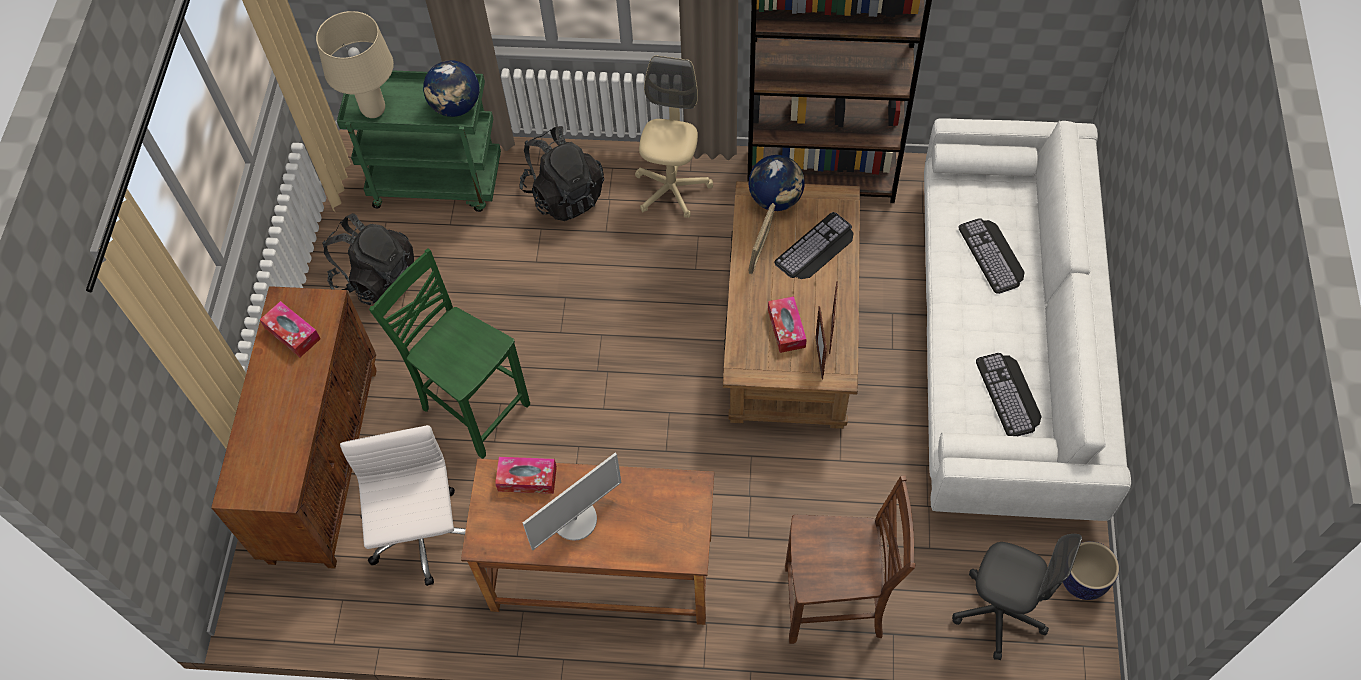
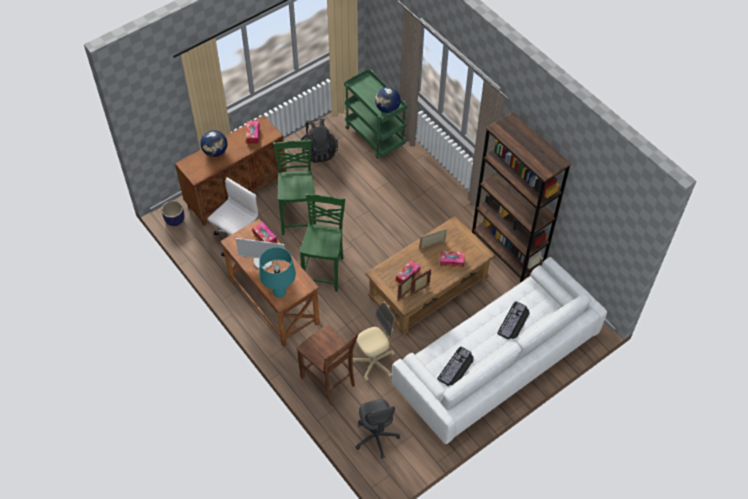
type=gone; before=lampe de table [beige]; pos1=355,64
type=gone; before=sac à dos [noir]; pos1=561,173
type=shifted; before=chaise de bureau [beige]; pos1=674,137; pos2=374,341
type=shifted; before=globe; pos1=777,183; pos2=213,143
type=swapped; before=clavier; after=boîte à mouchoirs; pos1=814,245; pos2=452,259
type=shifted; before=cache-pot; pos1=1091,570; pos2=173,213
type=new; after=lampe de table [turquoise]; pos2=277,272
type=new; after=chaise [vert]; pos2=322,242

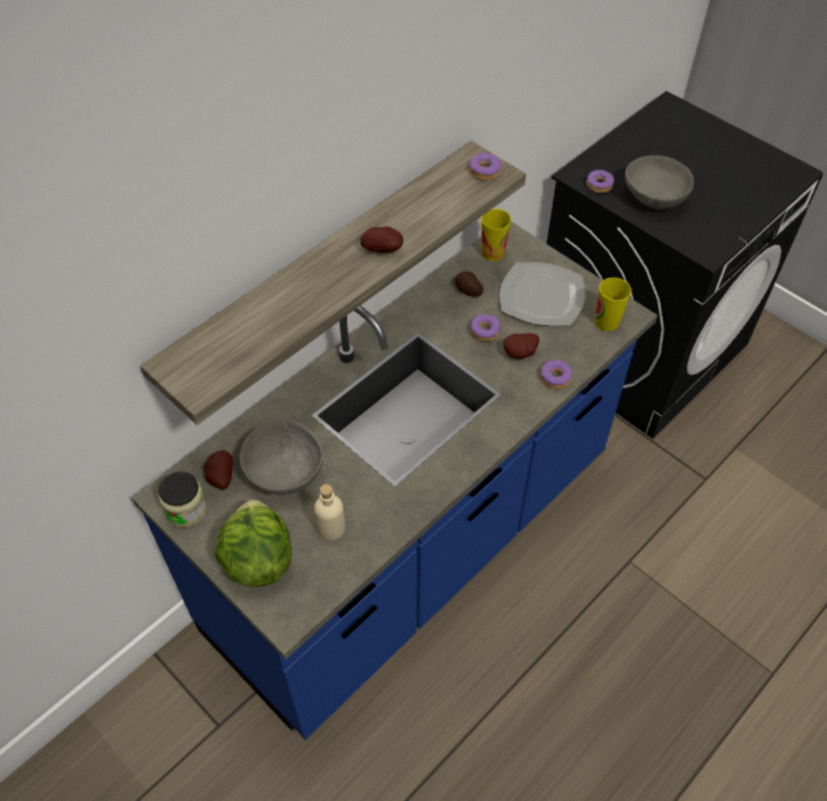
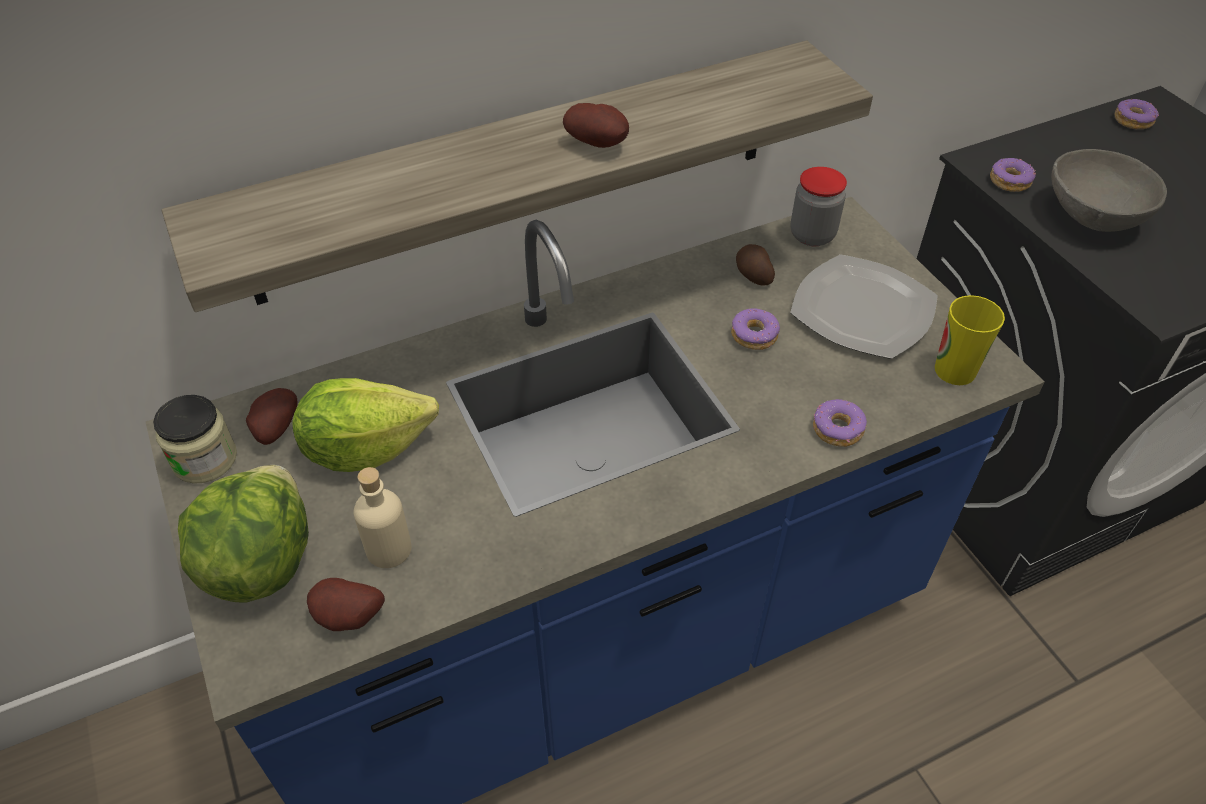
type=swapped; before=bol [gris]; after=laitue; pos1=282,457; pos2=366,425
type=shifted; before=beignet; pos1=485,166; pos2=1137,114
type=swapped; before=tasse; after=bocal; pos1=496,235; pos2=818,206
type=shifted; before=pomme de terre; pos1=521,346; pos2=346,604

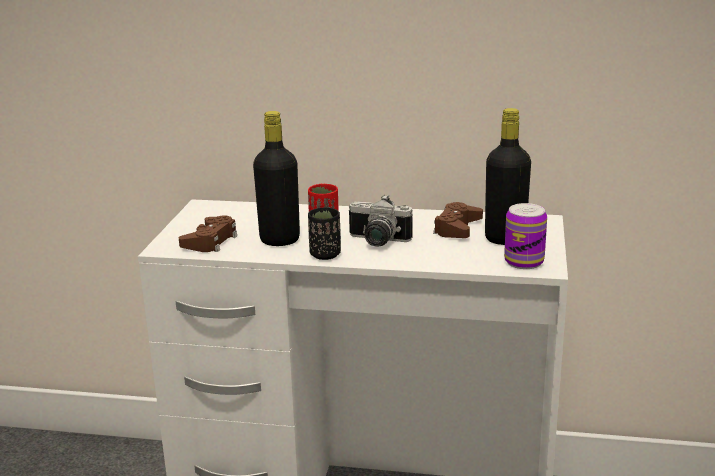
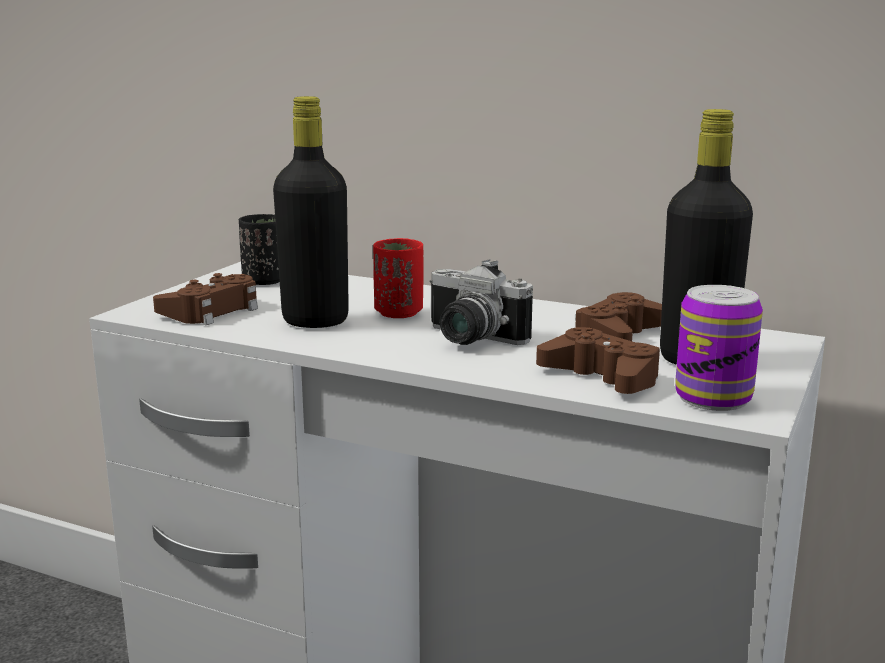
type=shifted; before=tasse [noir]; pos1=324,233; pos2=259,249
type=new; after=manette [marron]; pos2=598,360

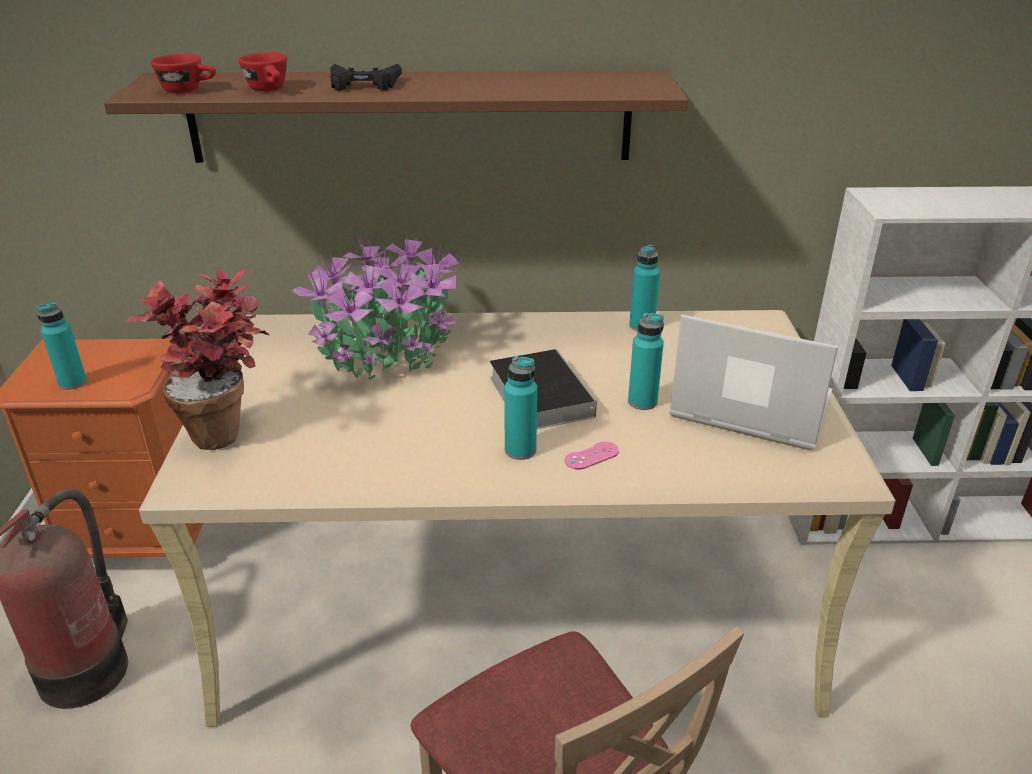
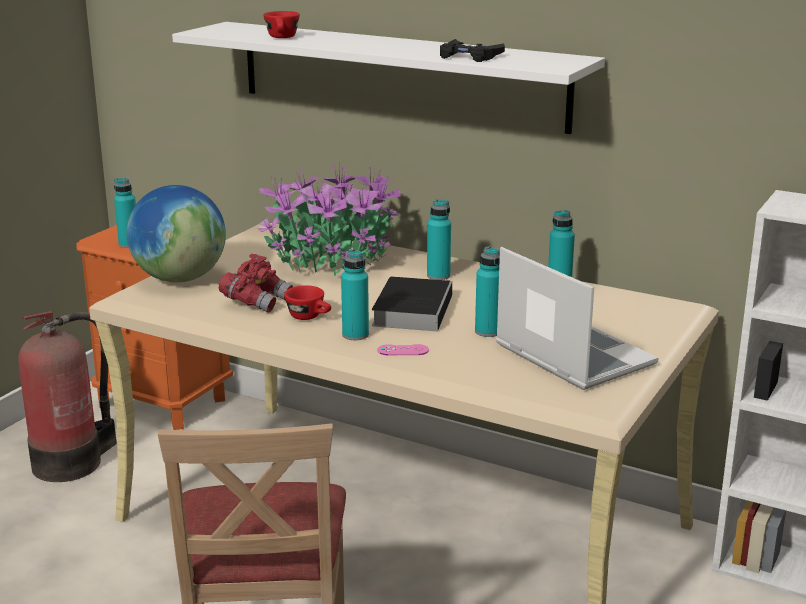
type=repainted; before=étagère [marron]; after=étagère [blanc]; pos1=396,116; pos2=388,78
type=swapped; before=plante en pot; after=globe; pos1=198,360; pos2=176,234
type=shifted; before=tasse [rouge]; pos1=183,73; pos2=307,302
type=shifted; before=manette [noir]; pos1=366,77; pos2=472,50
type=new; after=jumelles [rouge]; pos2=256,283
type=new; after=bouteille [turquoise]; pos2=439,239

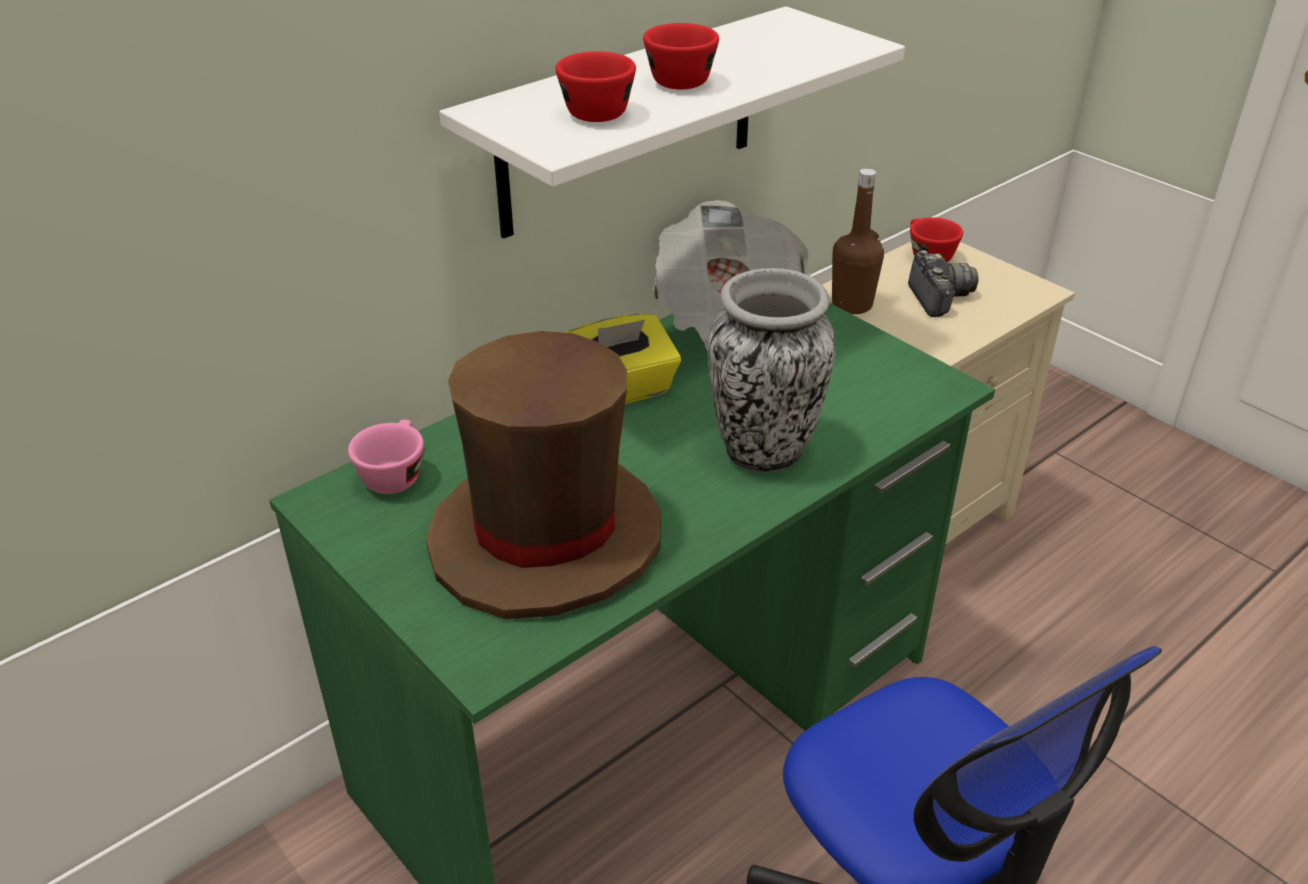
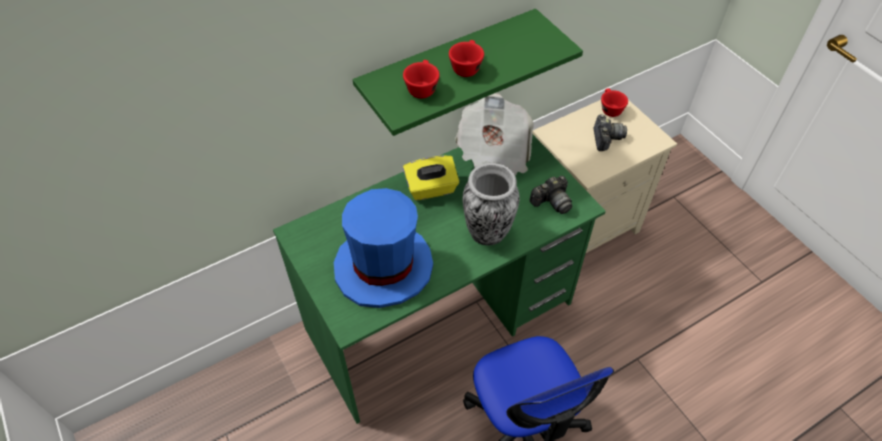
type=gone; before=tasse [rose]; pos1=386,456
type=repainted; before=chapeau [marron]; after=chapeau [bleu]; pos1=543,475; pos2=383,248
type=repainted; before=étagère [blanc]; after=étagère [vert]; pos1=672,122; pos2=468,72
type=gone; before=bouteille [marron]; pos1=858,241
type=new; after=appareil photo; pos2=551,195

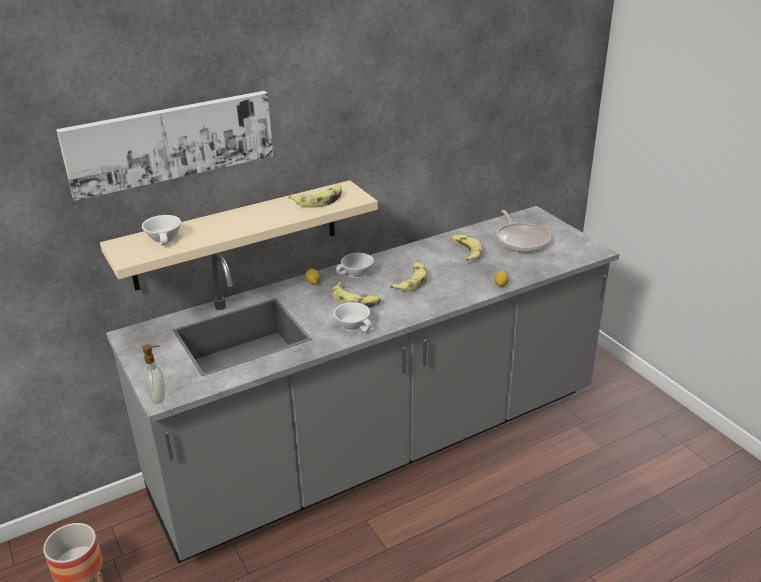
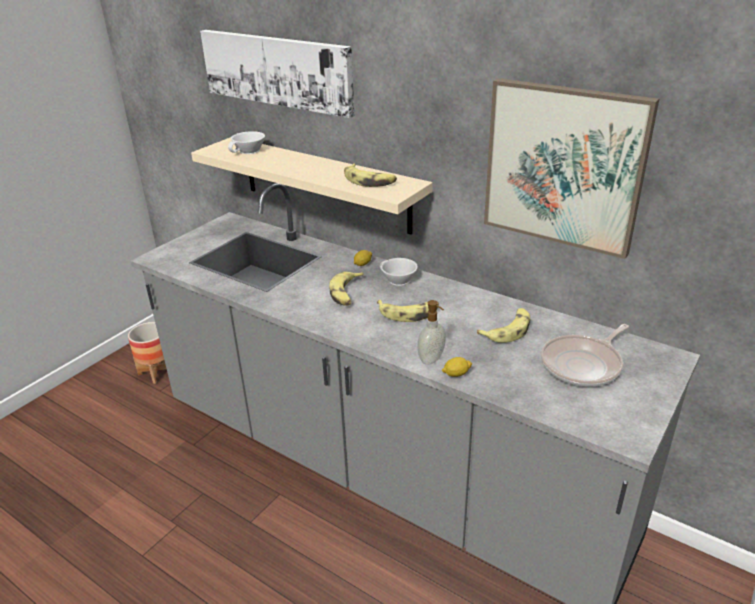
type=shifted; before=distributeur de savon; pos1=154,374; pos2=432,332
type=gone; before=tasse [blanc]; pos1=352,317
type=new; after=tableau; pos2=571,168

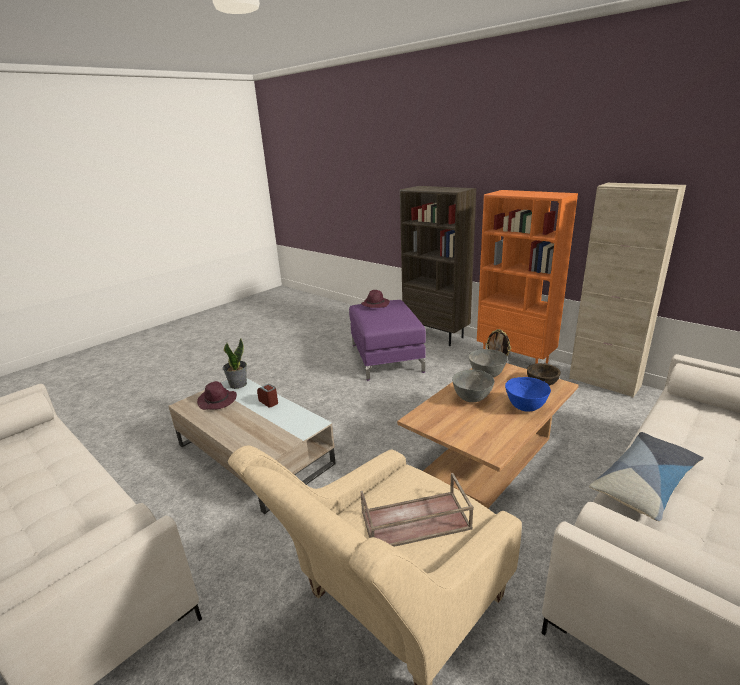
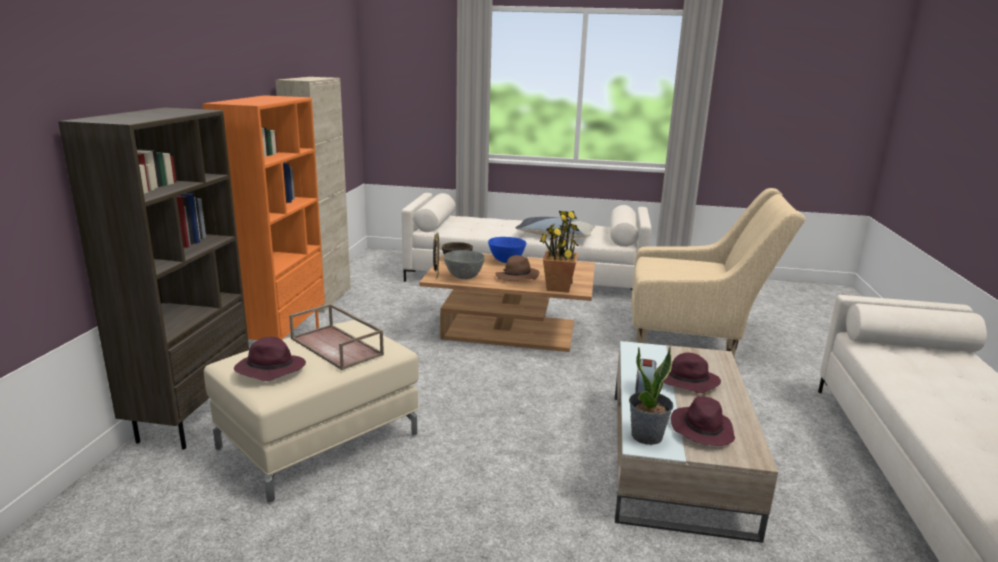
type=repainted; before=pouf [violet]; after=pouf [beige]; pos1=387,340; pos2=311,412
type=shifted; before=plateau [marron]; pos1=417,510; pos2=336,337
type=swapped; before=bol [gris]; after=chapeau [marron]; pos1=473,386; pos2=517,268
type=new; after=plante en pot; pos2=559,252
type=new; after=chapeau [violet]; pos2=692,373

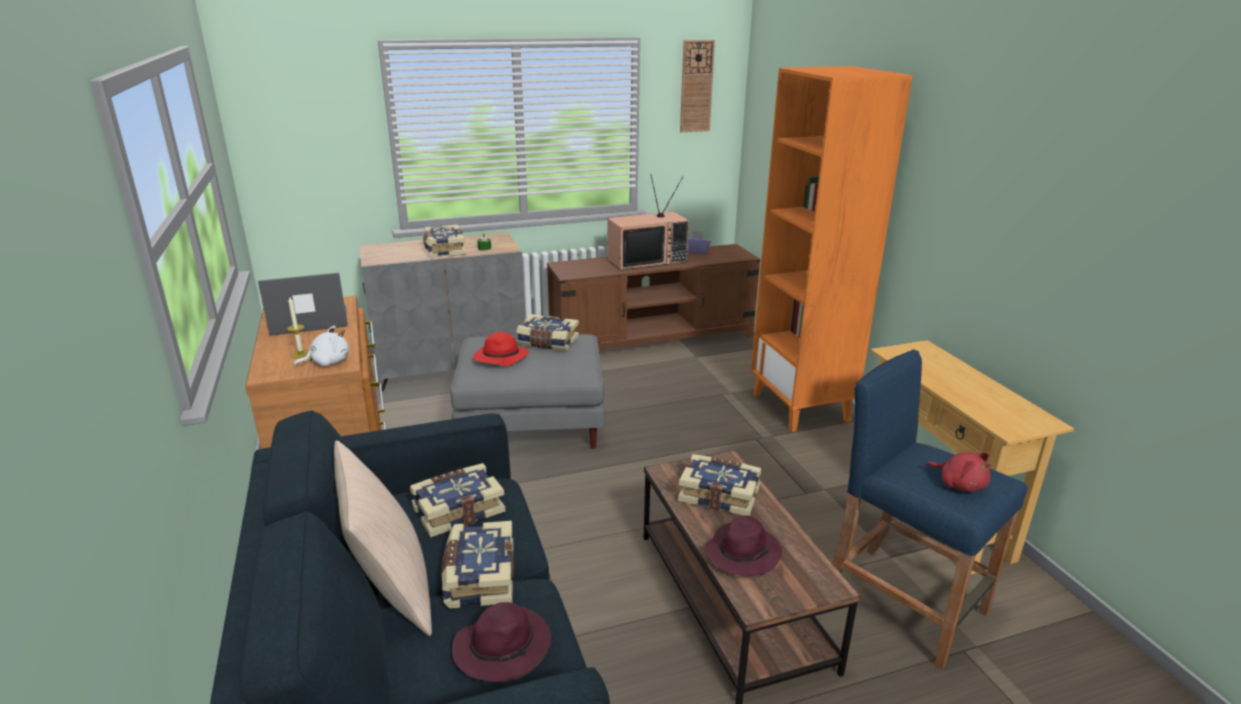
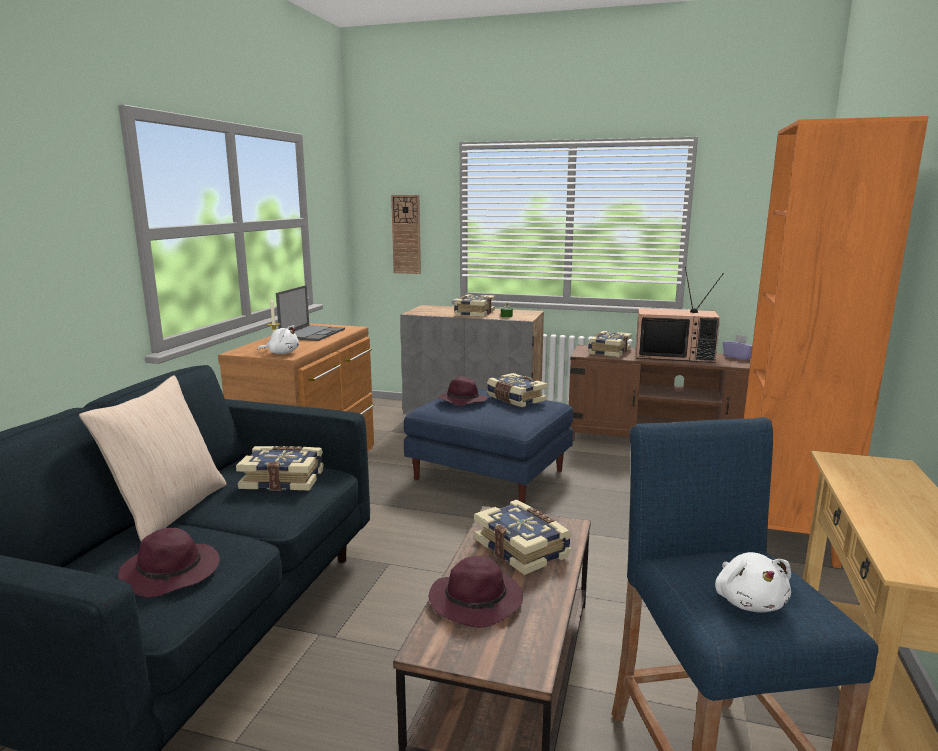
type=rotated; before=ordinateur portable; pos1=303,304; pos2=310,313; turn=90
type=shifted; before=livre; pos1=477,565; pos2=610,344
type=repainted; before=pouf [gris]; after=pouf [bleu]; pos1=527,391; pos2=488,446
type=repainted; before=chapeau [rouge]; after=chapeau [violet]; pos1=501,349; pos2=463,391
type=shifted; before=horloge murale; pos1=697,86; pos2=406,234
type=repainted; before=peluche [rouge]; after=peluche [blanc]; pos1=958,472; pos2=753,582

